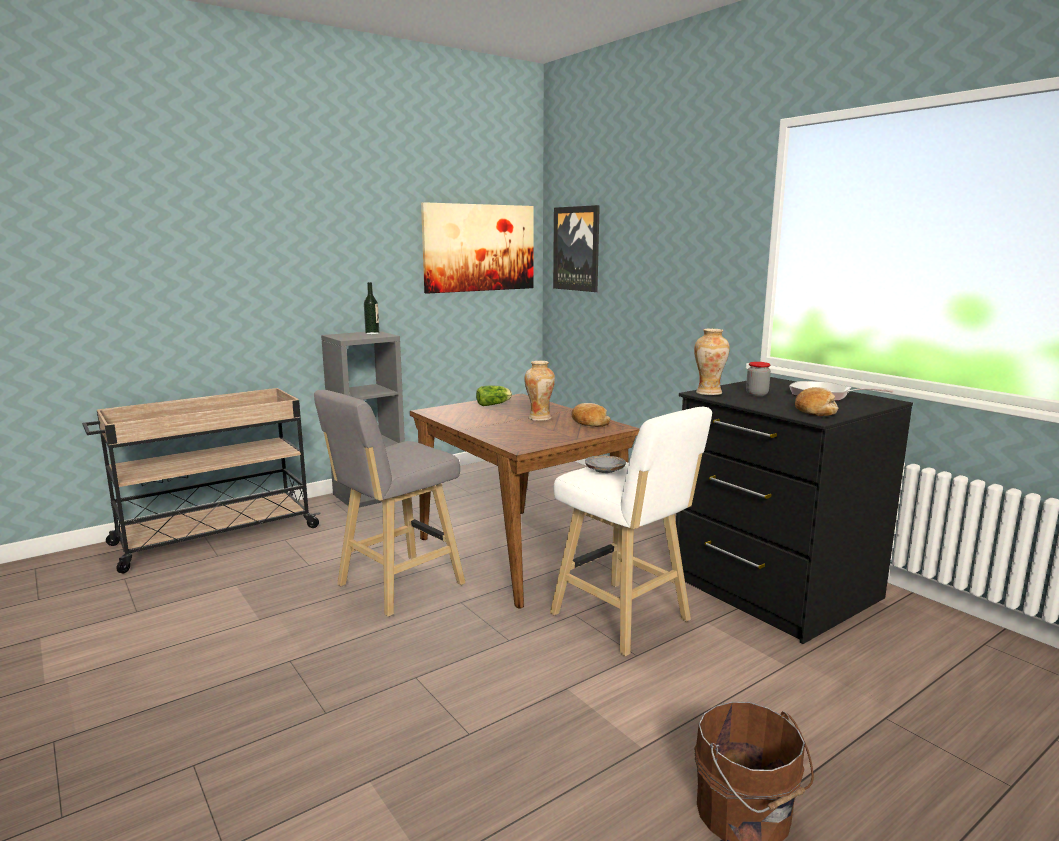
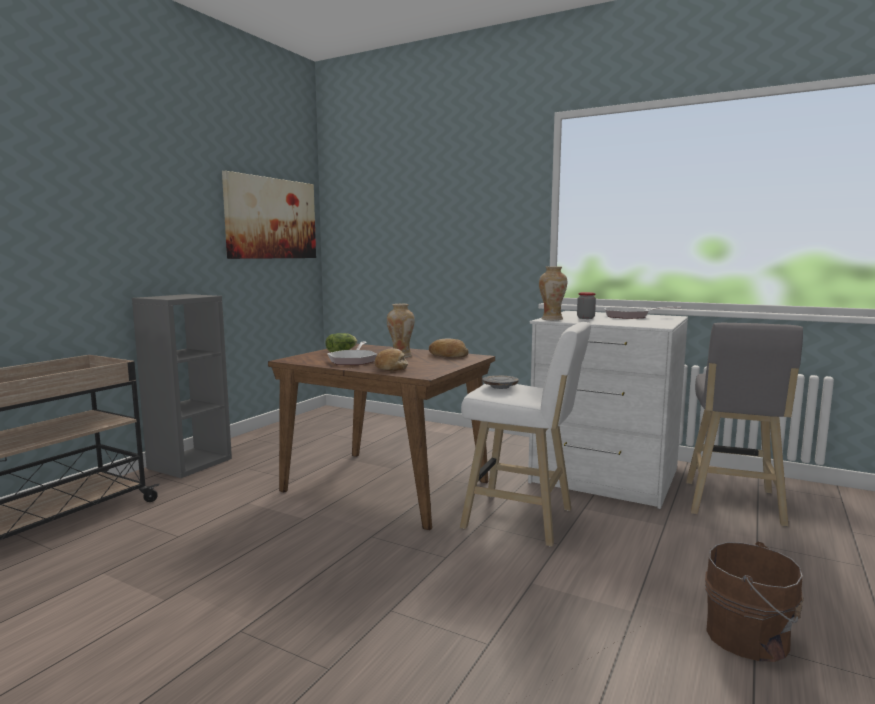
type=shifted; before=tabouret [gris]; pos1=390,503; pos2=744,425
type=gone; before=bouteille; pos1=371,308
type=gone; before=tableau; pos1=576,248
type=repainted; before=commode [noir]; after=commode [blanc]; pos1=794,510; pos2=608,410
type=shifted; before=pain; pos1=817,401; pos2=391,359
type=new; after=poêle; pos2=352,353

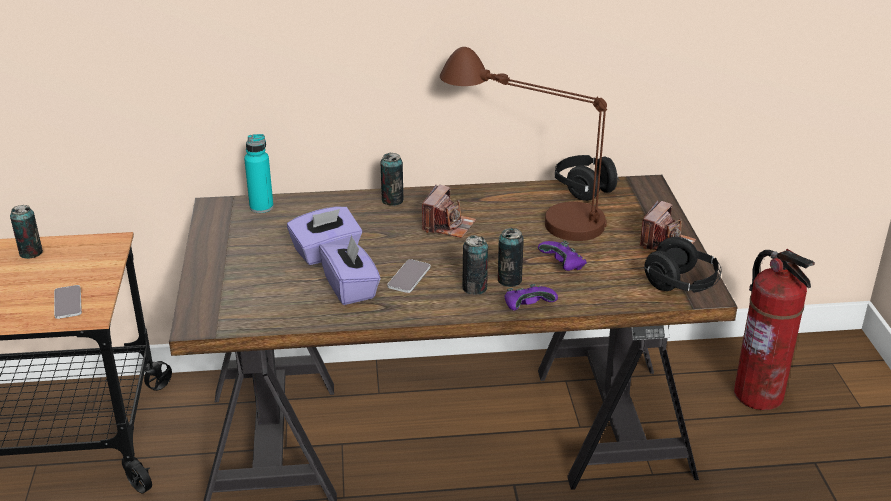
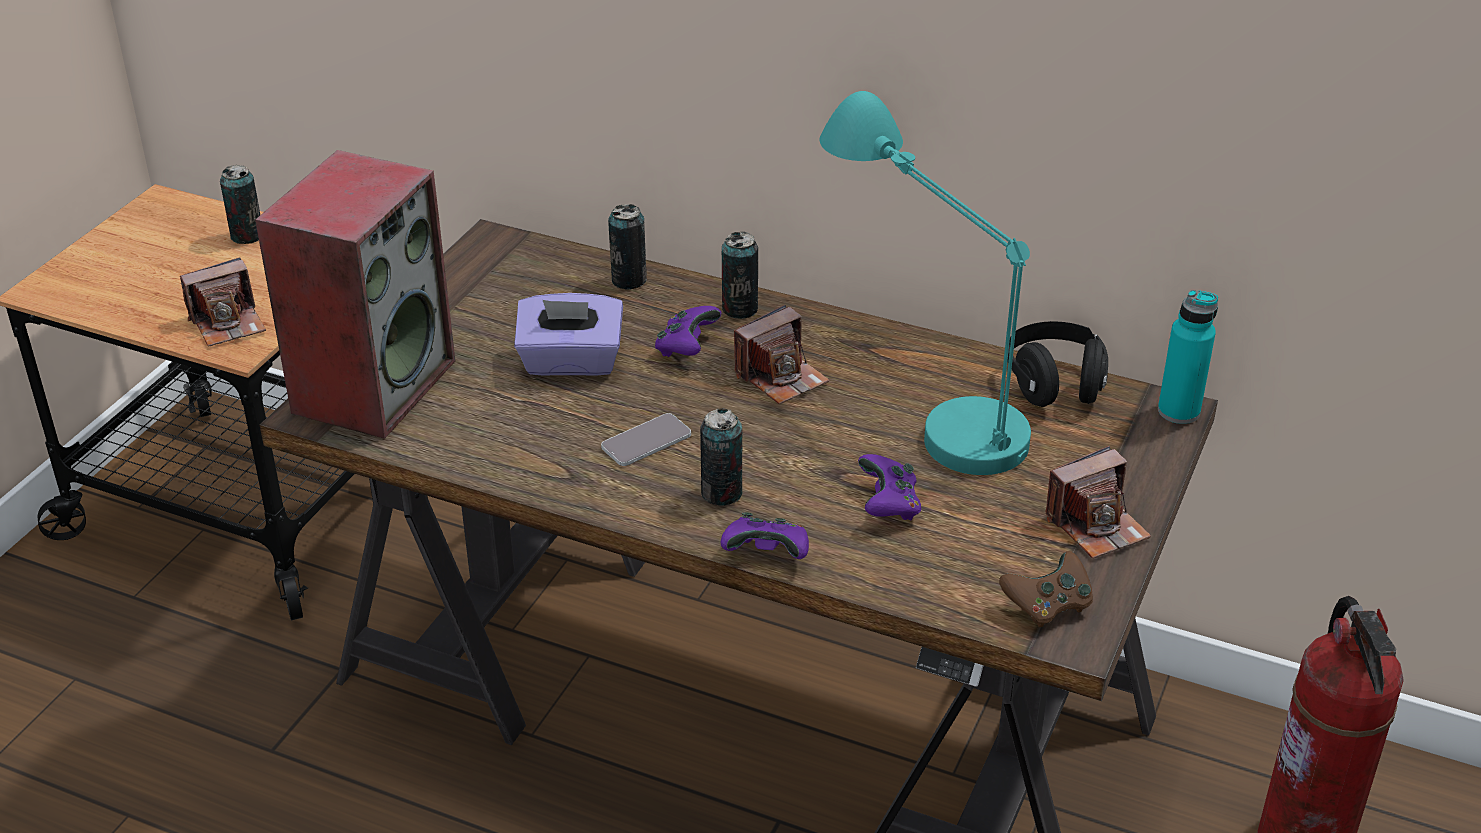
type=swapped; before=téléphone; after=appareil photo; pos1=68,302; pos2=223,302
type=shifted; before=bouteille [turquoise]; pos1=259,173; pos2=1188,357
type=gone; before=boîte à mouchoirs [violet]; pos1=350,270
type=repainted; before=lampe de table [marron]; after=lampe de table [turquoise]; pos1=523,144; pos2=925,283
type=shifted; before=boîte métallique; pos1=511,257; pos2=627,247
type=swapped; before=casque audio [noir]; after=manette [marron]; pos1=683,265; pos2=1046,589
type=new; after=enceinte; pos2=355,294
type=new; after=manette [violet]; pos2=688,331

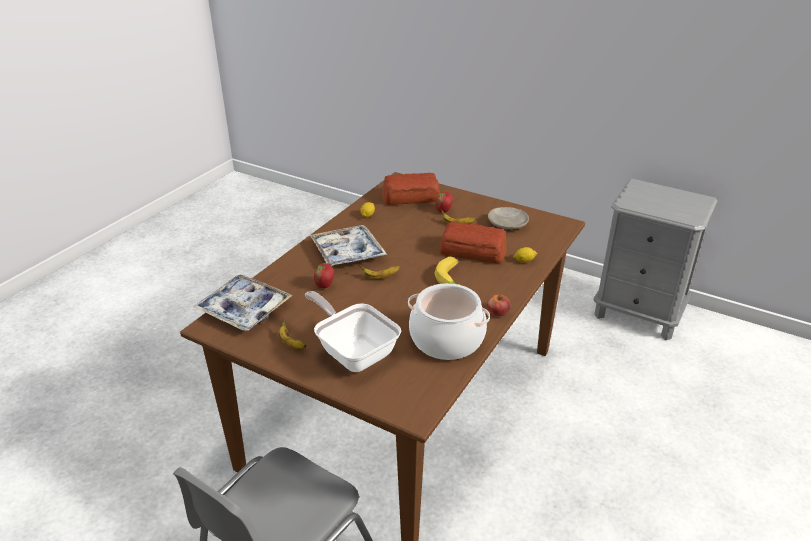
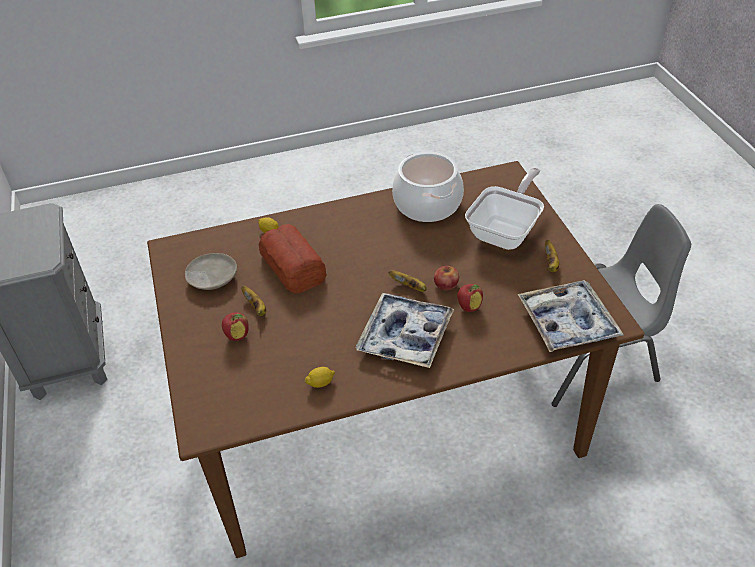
type=rotated; before=poêle; pos1=353,331; pos2=504,209; turn=-150
type=gone; before=pain; pos1=411,189
type=gone; before=banane; pos1=447,271
type=shifted; before=pomme; pos1=499,305; pos2=446,278

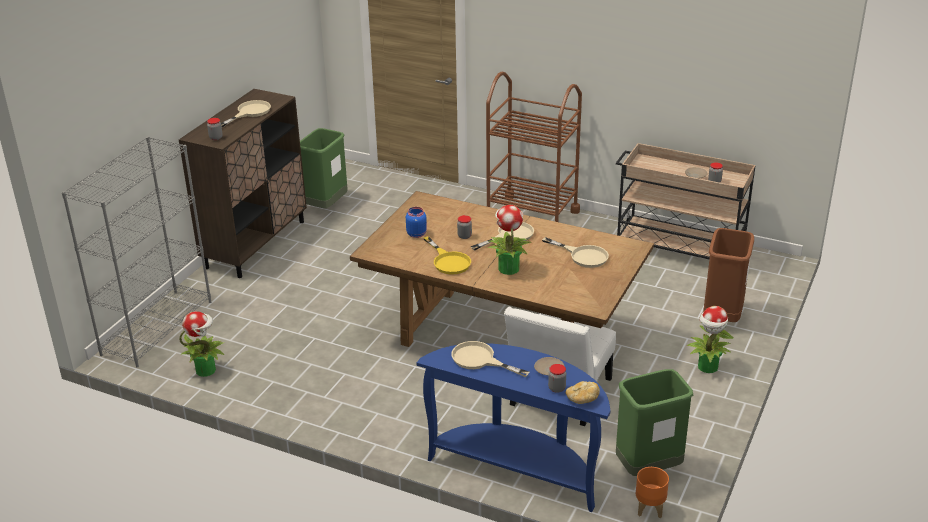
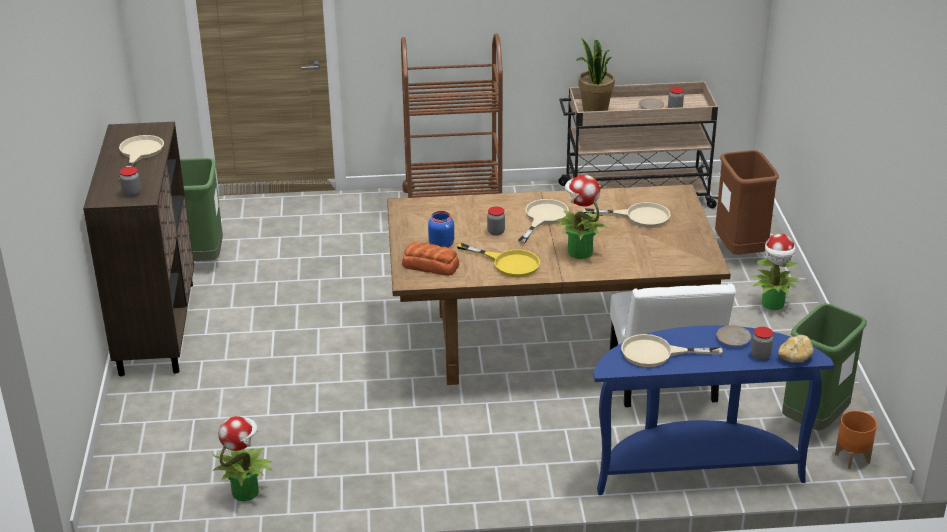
type=gone; before=bibliothèque [gris]; pos1=136,251
type=new; after=pain; pos2=431,259
type=new; after=plante en pot; pos2=595,74

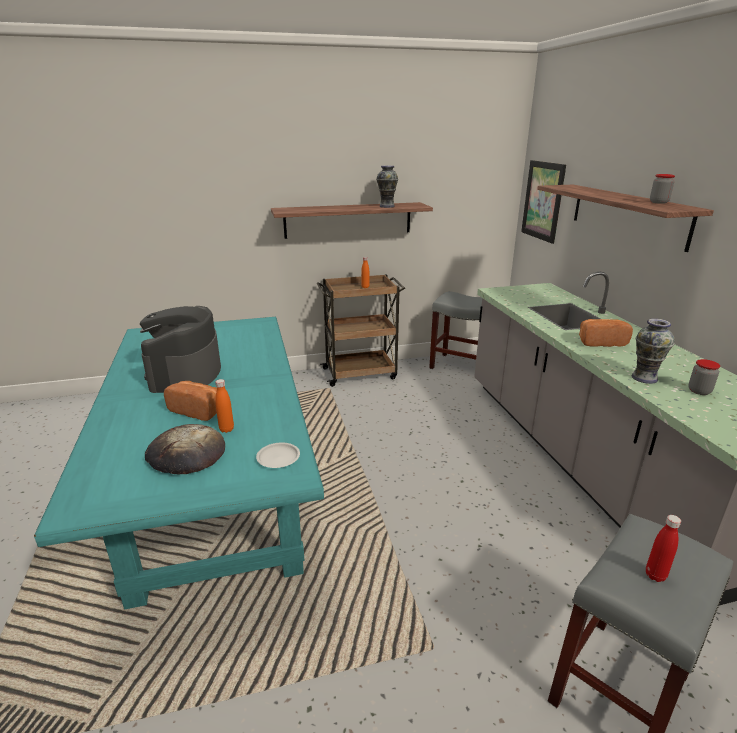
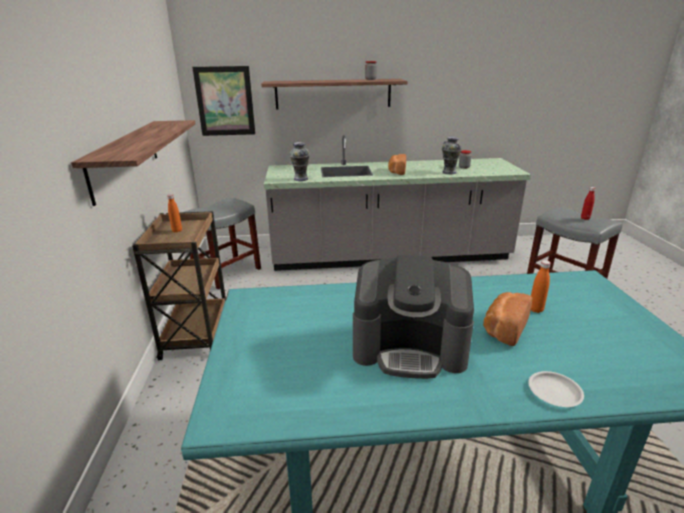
type=gone; before=pain; pos1=185,449
type=shifted; before=assiette [blanc]; pos1=278,455; pos2=556,389
type=shifted; before=vase; pos1=387,186; pos2=300,161

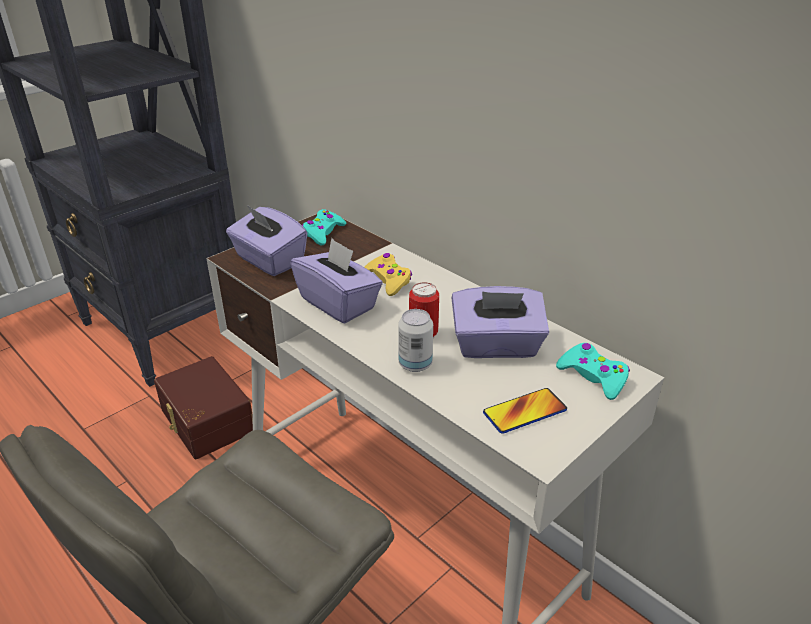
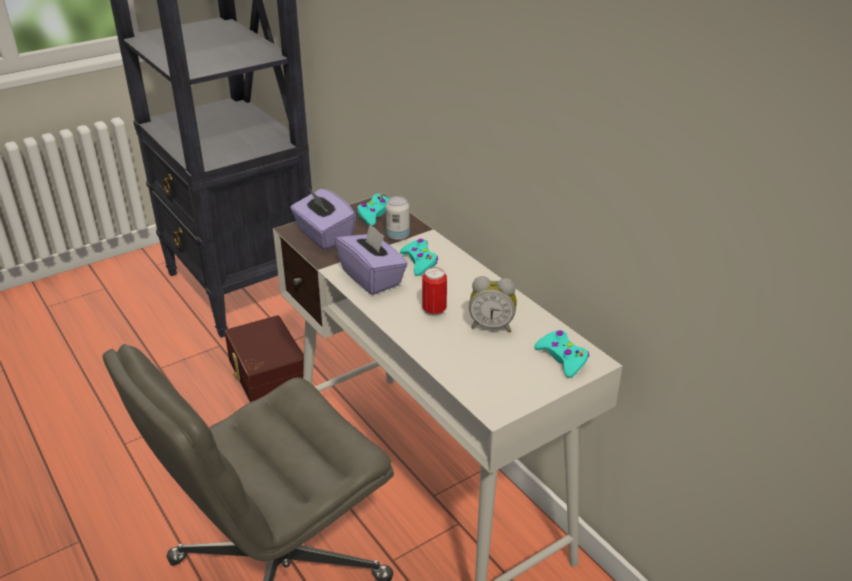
type=repainted; before=manette [jaune]; after=manette [turquoise]; pos1=388,274; pos2=419,257
type=shifted; before=boîte métallique; pos1=415,340; pos2=398,218
type=swapped; before=boîte à mouchoirs [violet]; after=réveil; pos1=500,322; pos2=493,304
type=gone; before=téléphone; pos1=525,411

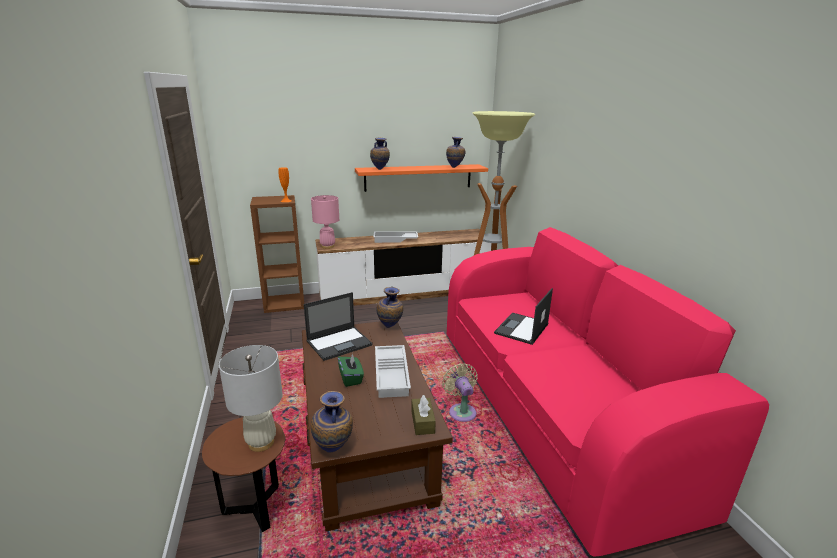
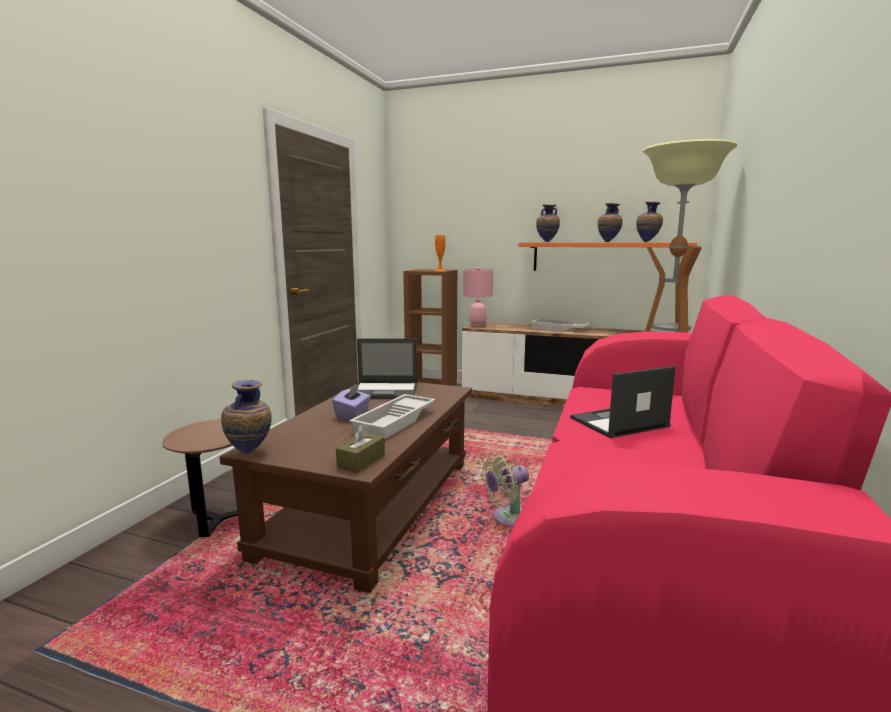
type=gone; before=lampe de table [blanc]; pos1=251,398
type=repainted; before=boîte à mouchoirs [vert]; after=boîte à mouchoirs [violet]; pos1=351,370; pos2=351,402
type=shifted; before=vase; pos1=390,307; pos2=610,222
type=rotated; before=ventilateur [beige]; pos1=460,392; pos2=505,490; turn=-135

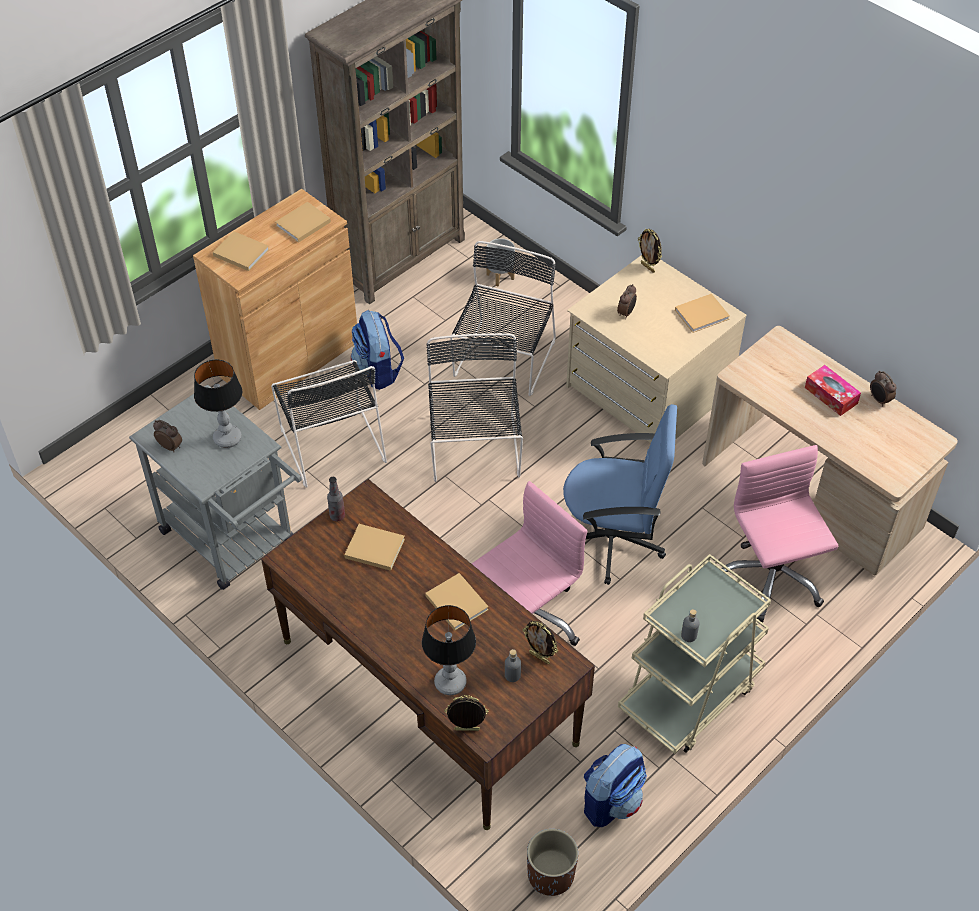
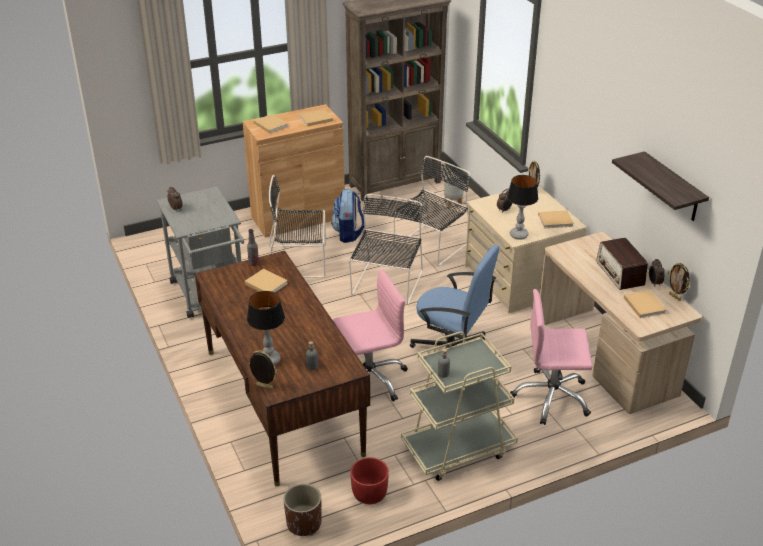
type=shifted; before=lampe de table; pos1=218,403; pos2=522,207
type=rotated; before=chaise [noir]; pos1=329,424; pos2=297,226; turn=90
type=shifted; before=livre [beige]; pos1=457,602; pos2=645,304
type=shifted; before=cadre photo; pos1=540,642; pos2=679,282
type=swapped; before=sac à dos; after=cache-pot [rouge]; pos1=615,785; pos2=369,480
type=rotated; before=chaise de bureau [rose]; pos1=780,534; pos2=551,357; turn=-90
type=swapped; before=boîte à mouchoirs; after=radio; pos1=833,390; pos2=622,264
type=new; after=étagère; pos2=660,186

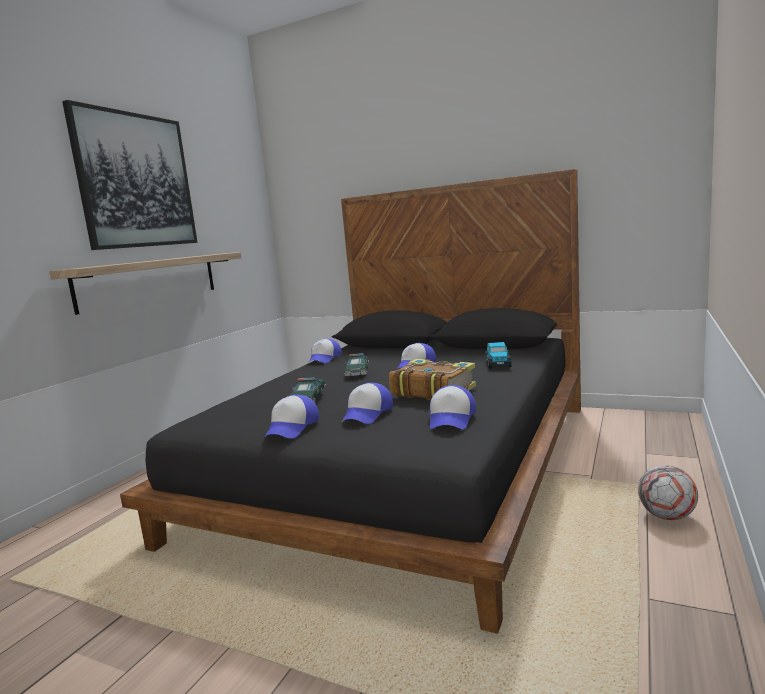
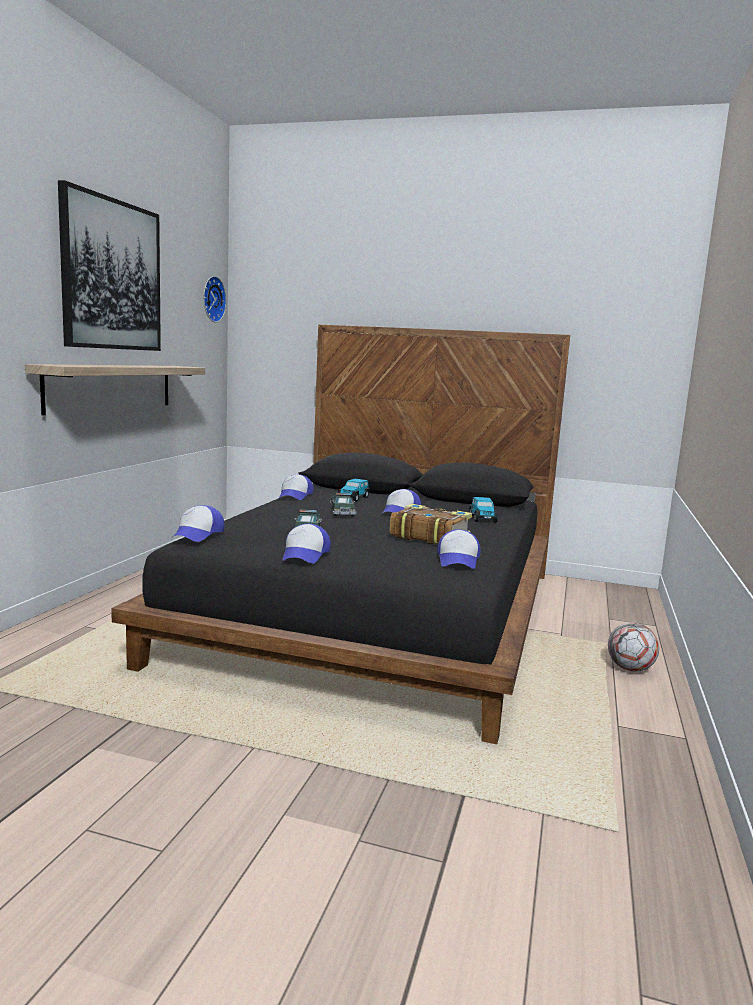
type=shifted; before=casquette; pos1=367,403; pos2=199,523
type=new; after=horloge murale; pos2=215,299
type=new; after=petite voiture; pos2=353,490

